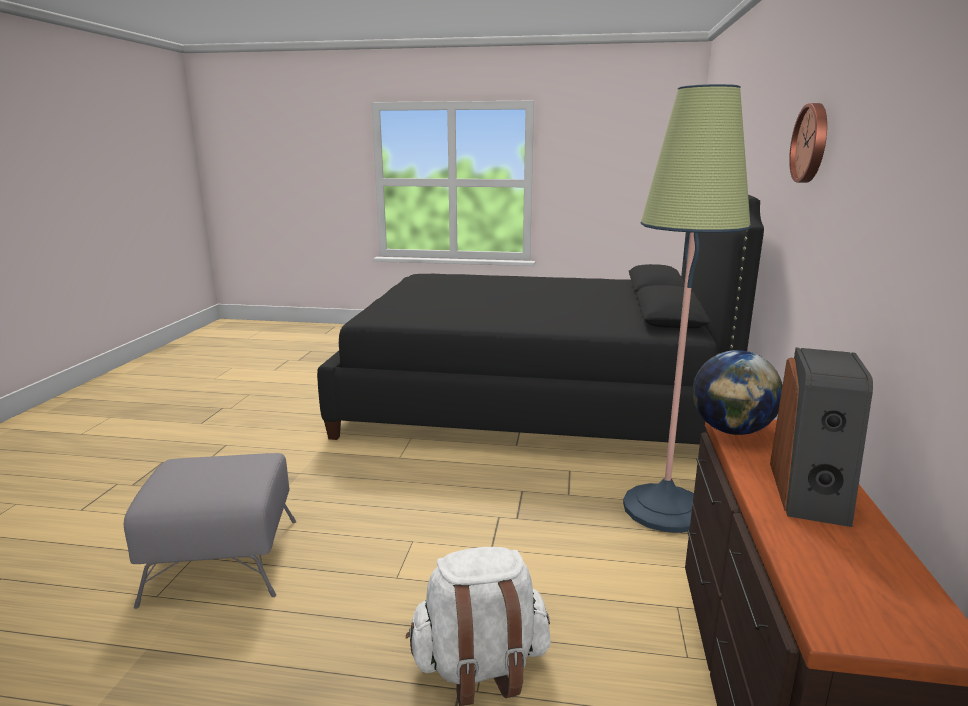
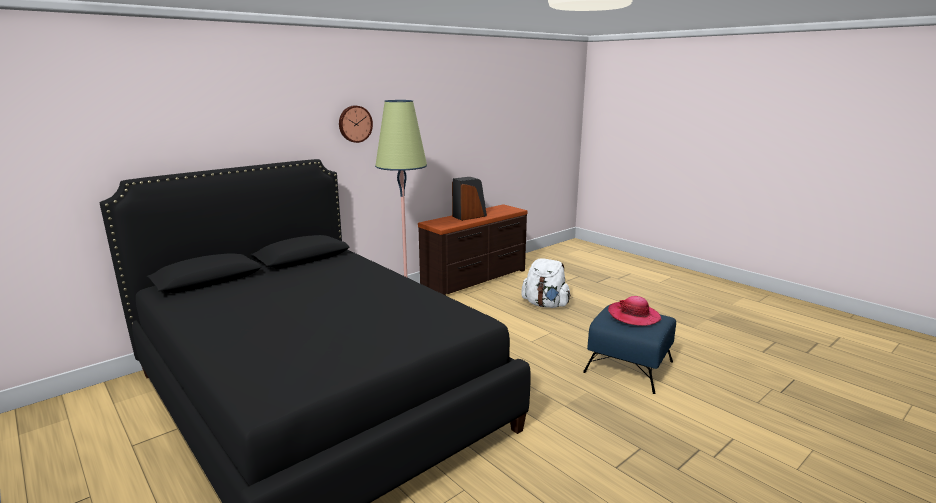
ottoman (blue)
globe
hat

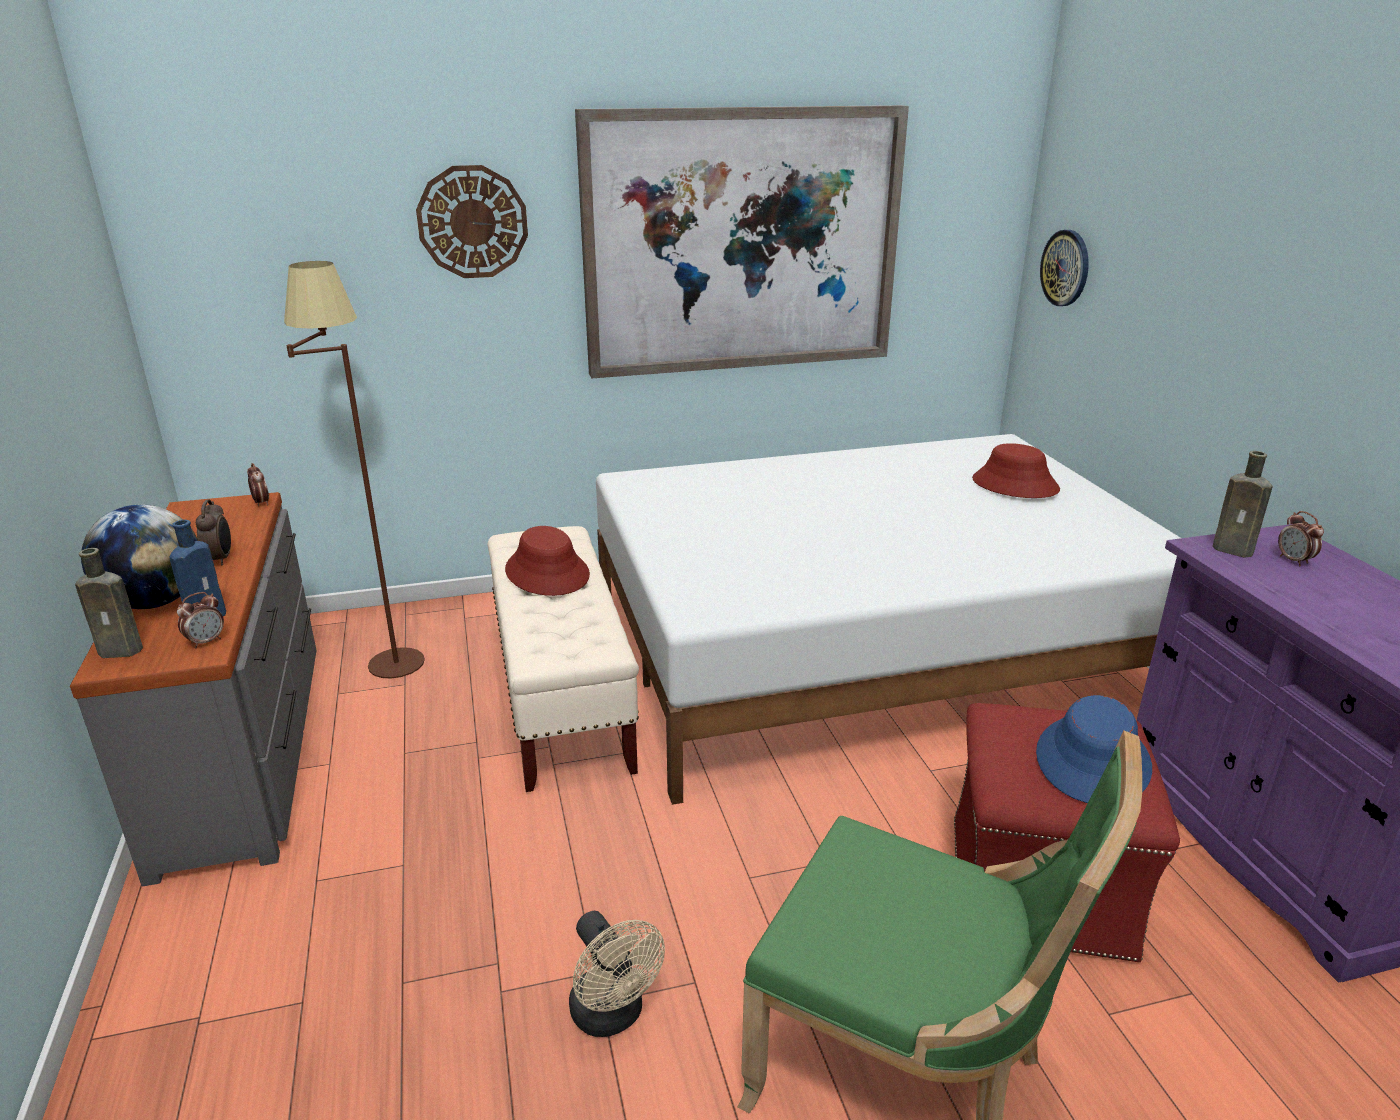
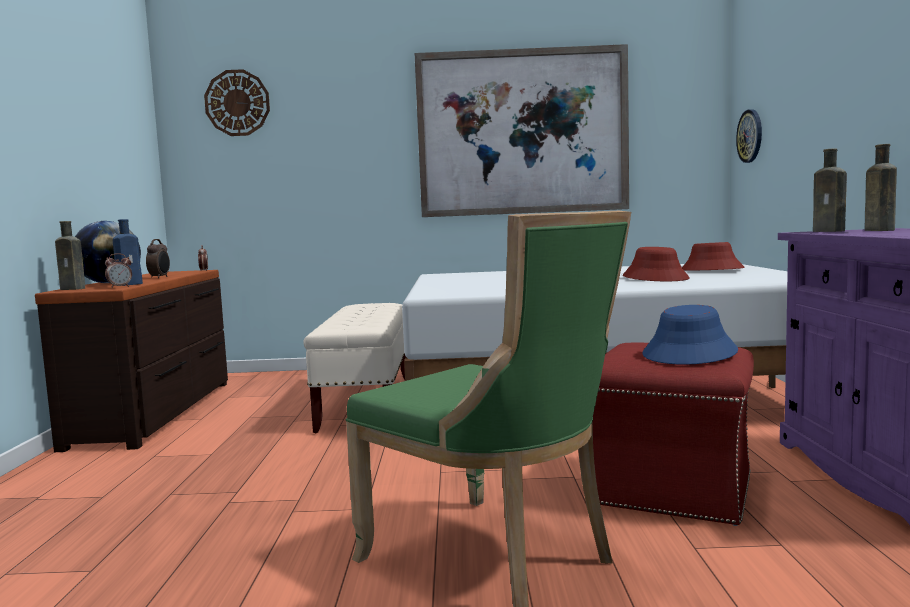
dresser (brown)
floor lamp (brown)
wall clock (1st from left)
hat (red) (1st from left)
fan (beige)
bottle (brown) (3rd from left)

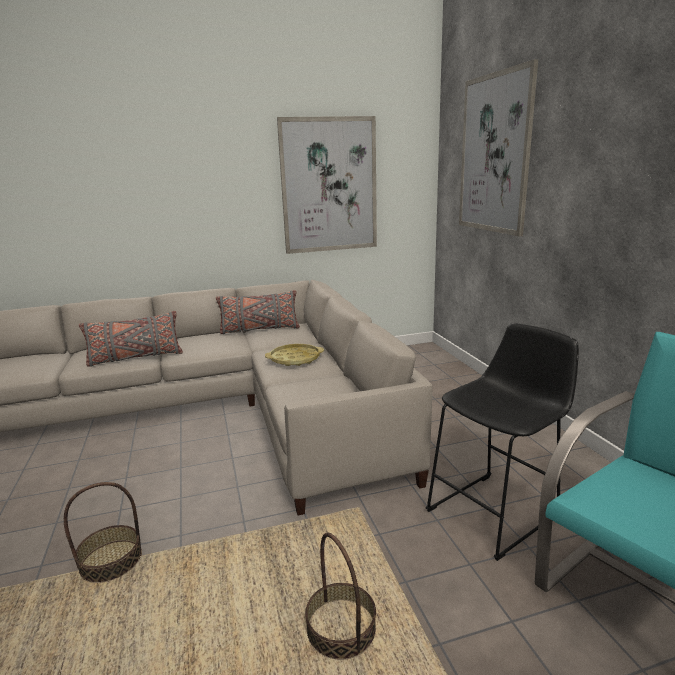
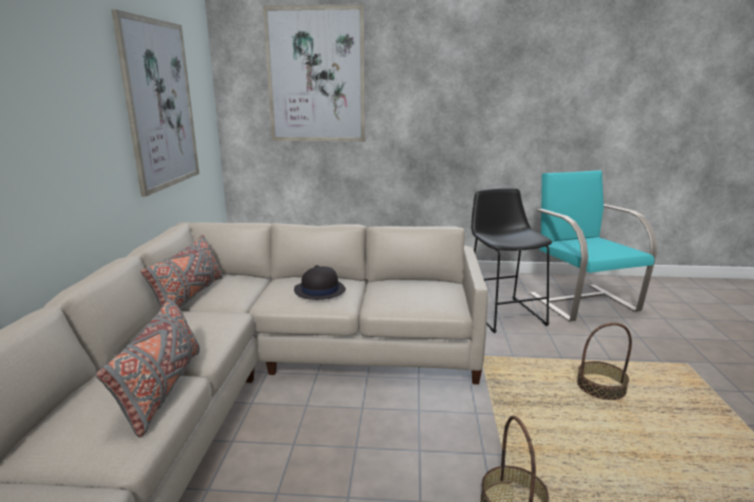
hat (black)

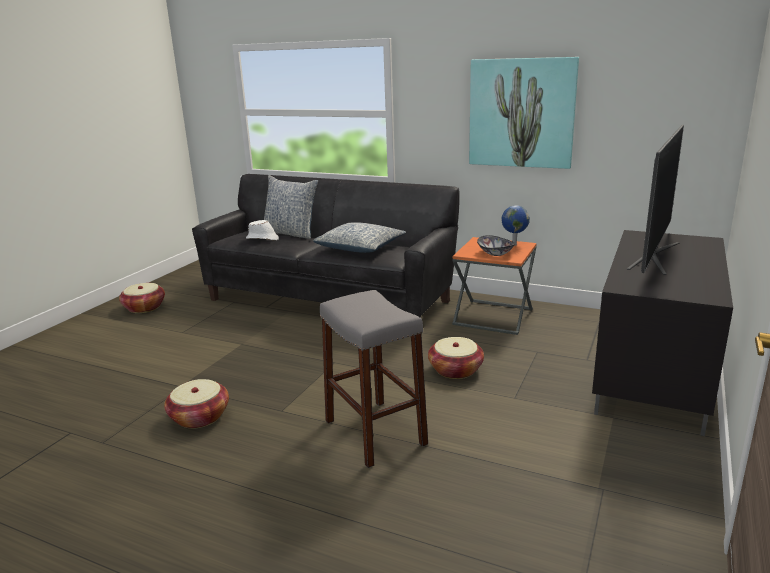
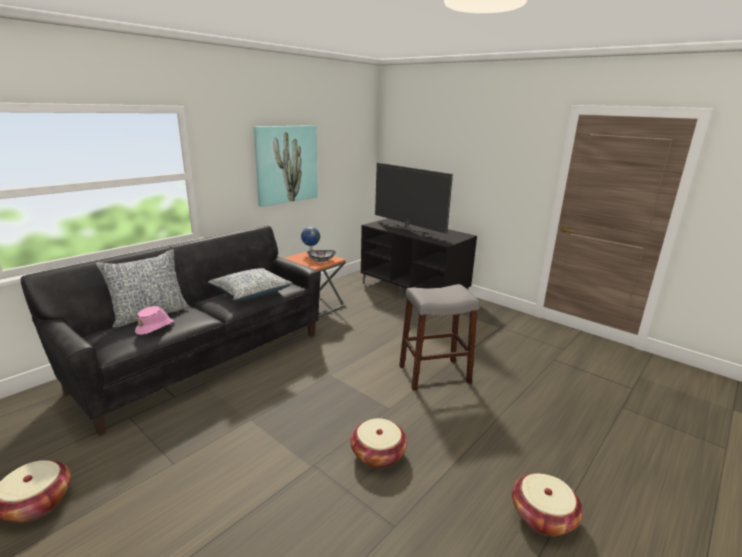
hat (pink)
basket (3rd from left)

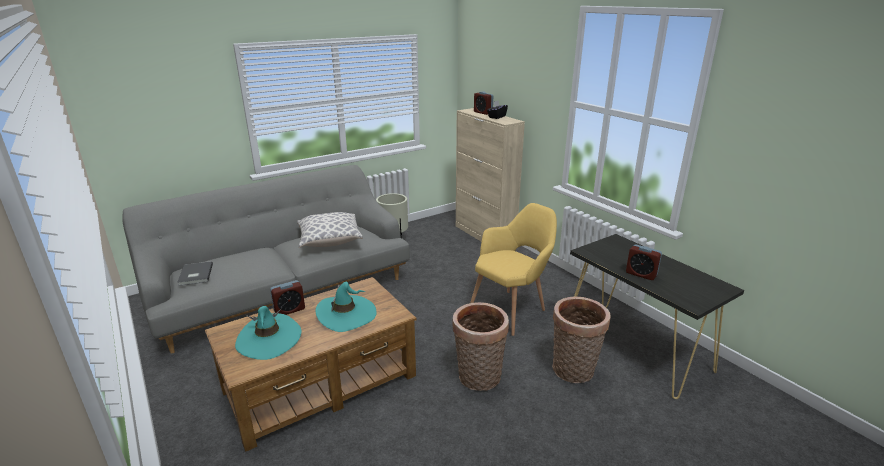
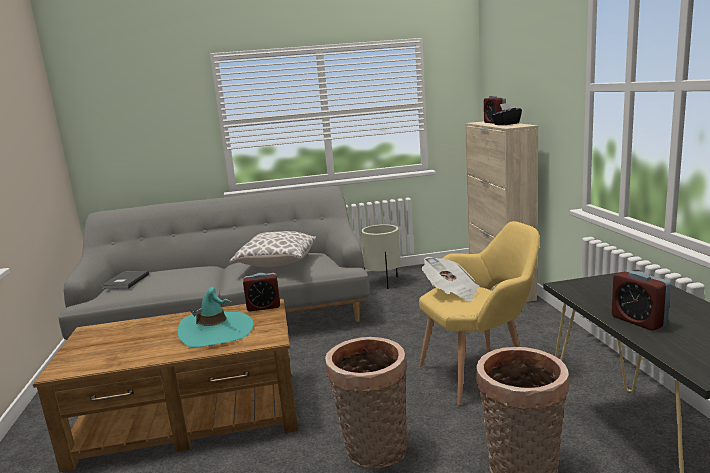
hat (turquoise) (1st from left in the first image)
alarm clock (1st from left)
newspaper

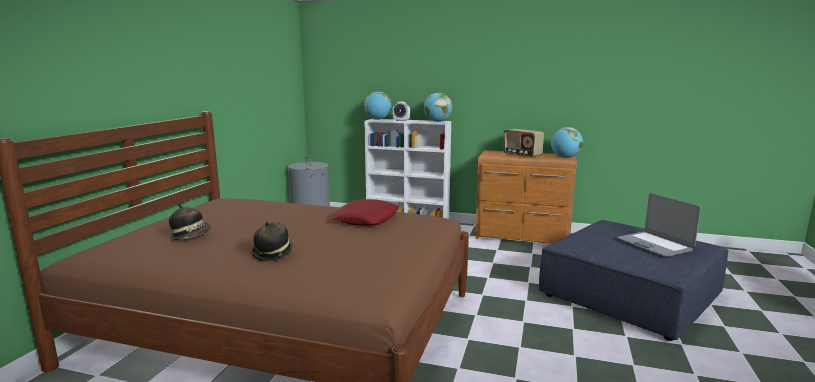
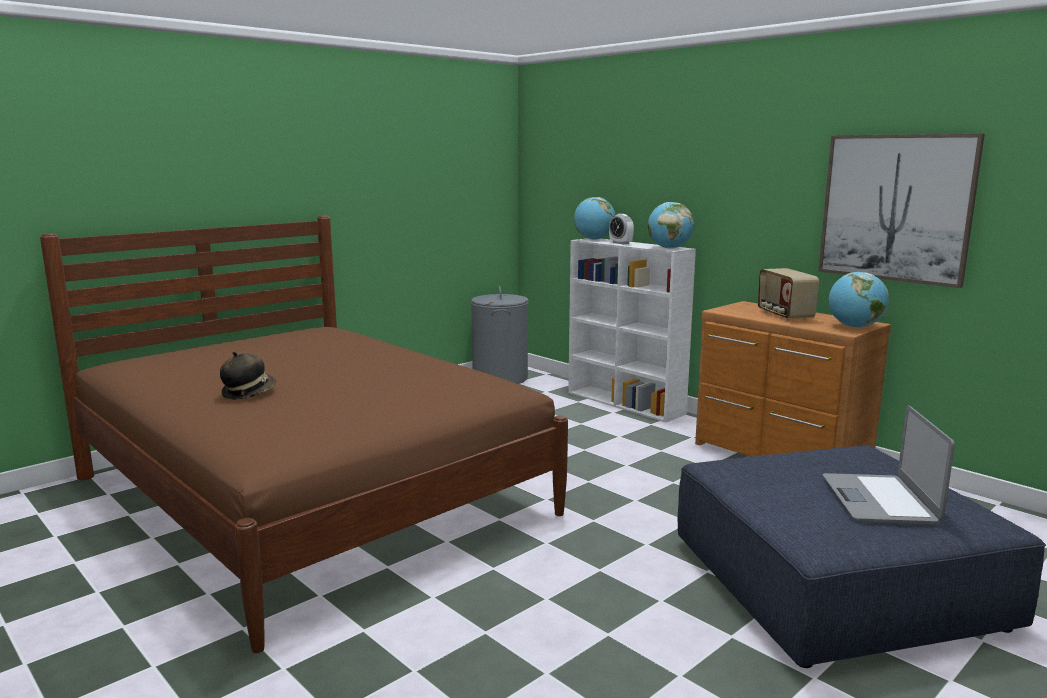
hat (1st from left in the first image)
pillow (red)
picture

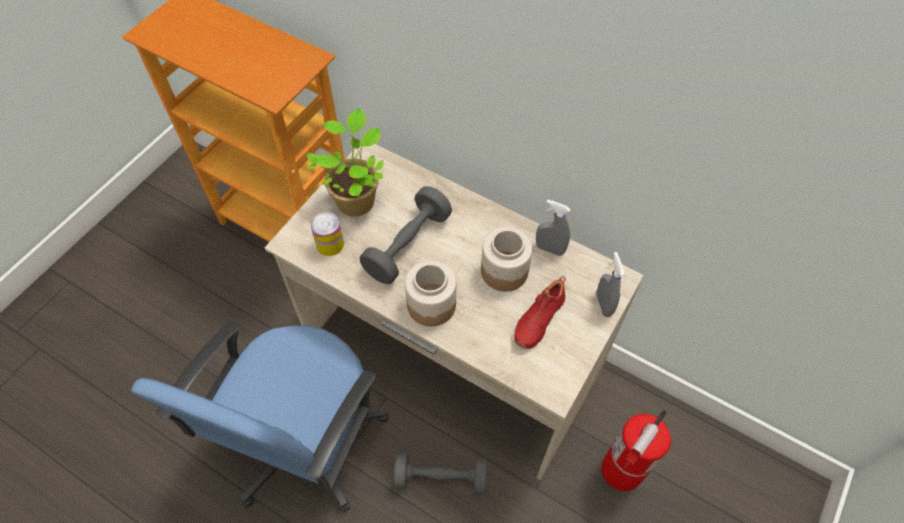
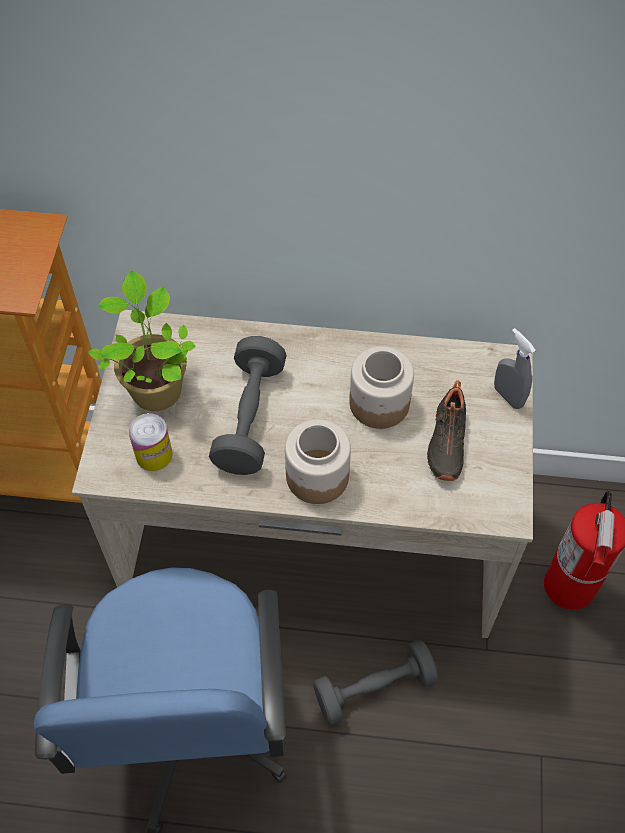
shoe (black)
spray bottle (grey) (1st from left in the first image)

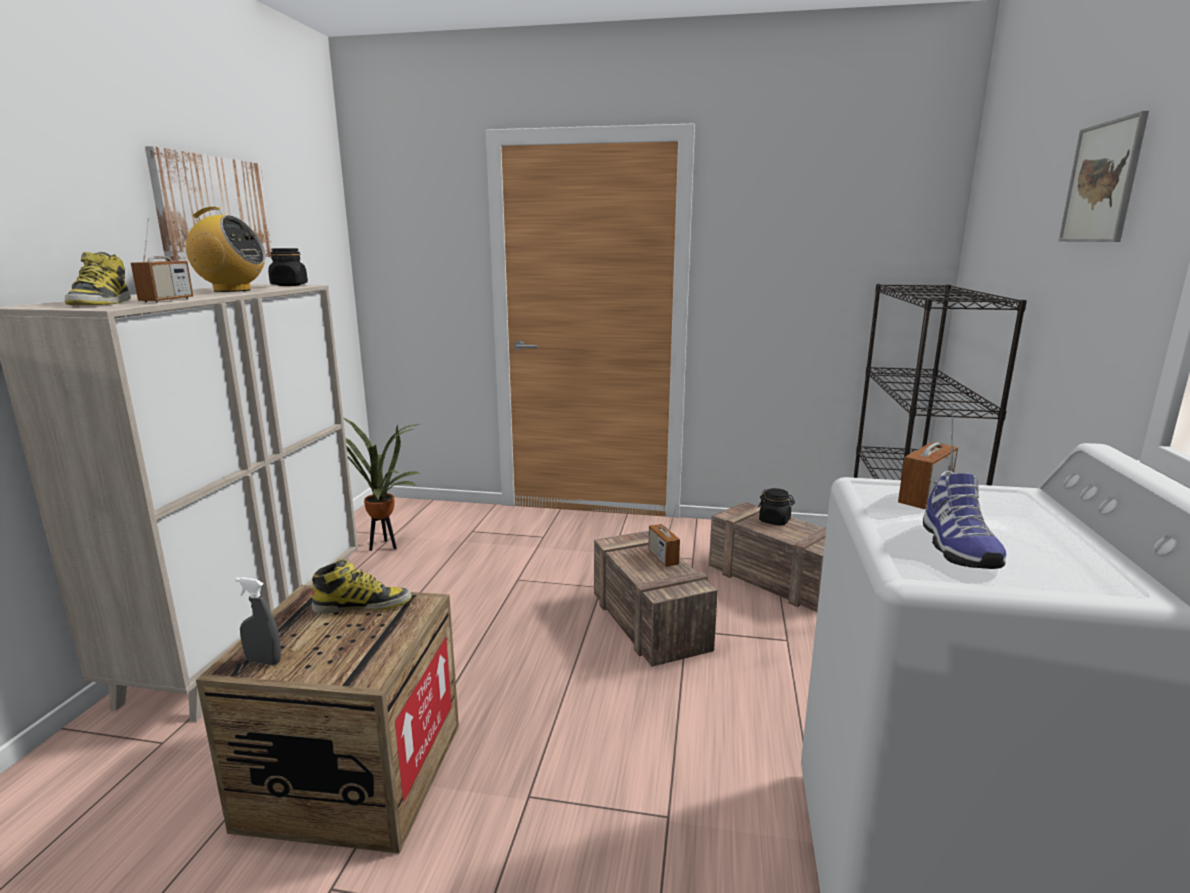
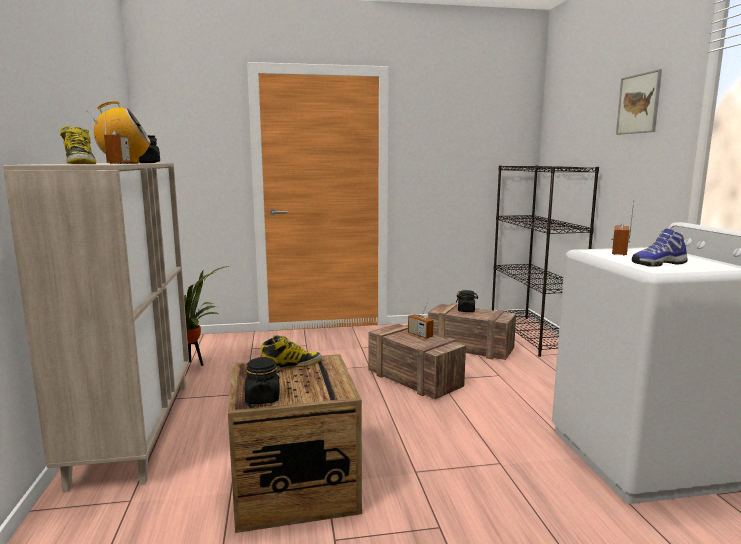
picture (1st from left in the first image)
jar (black) (2nd from left)
shoe

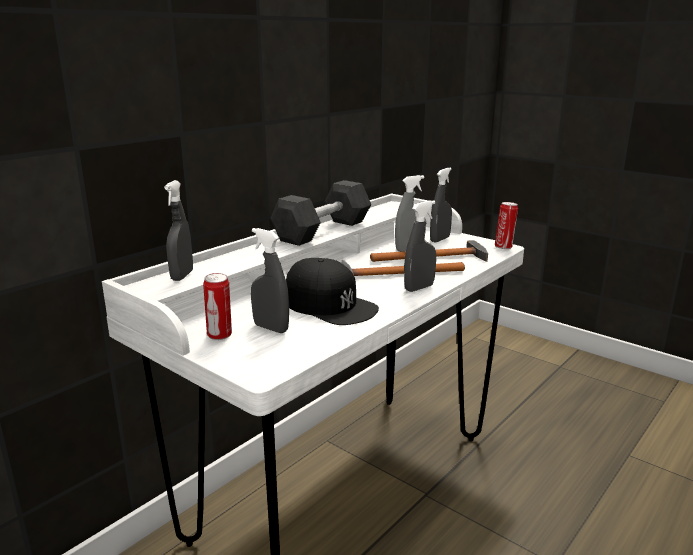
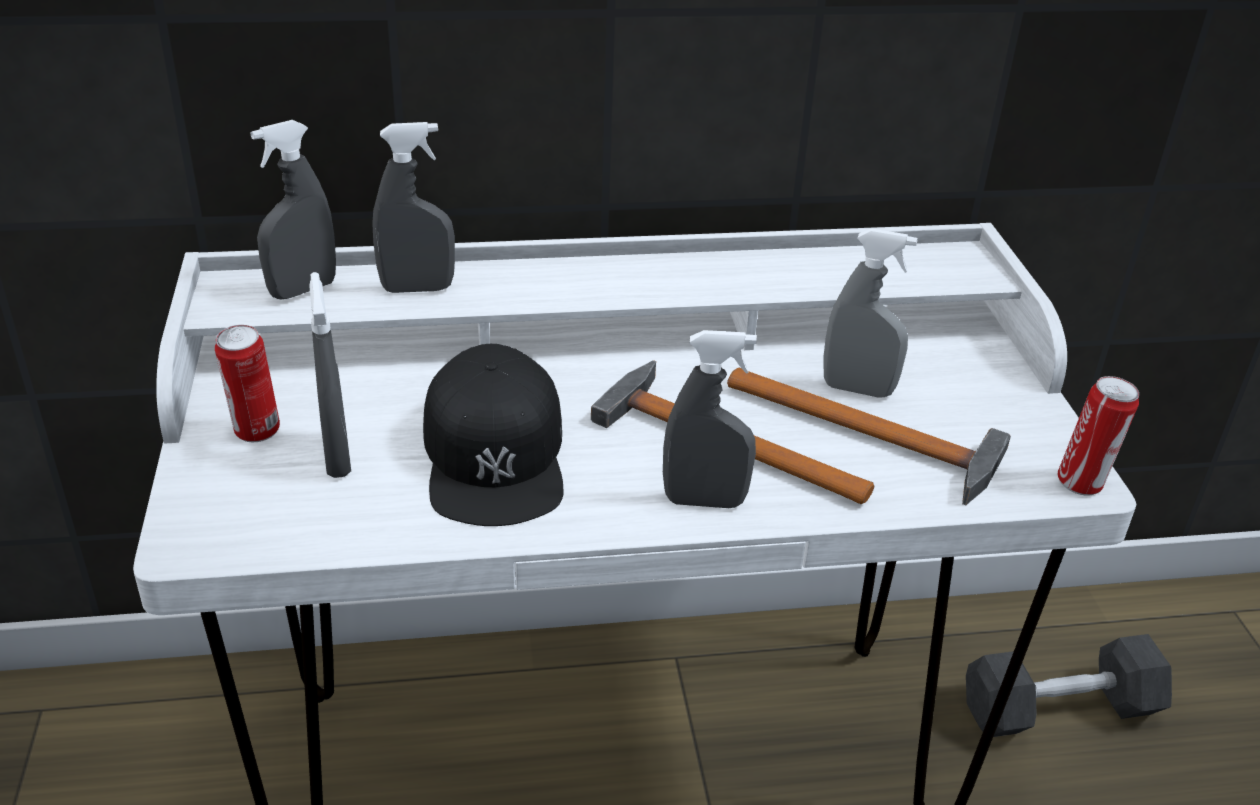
dumbbell (grey)
spray bottle (grey) (3rd from left)

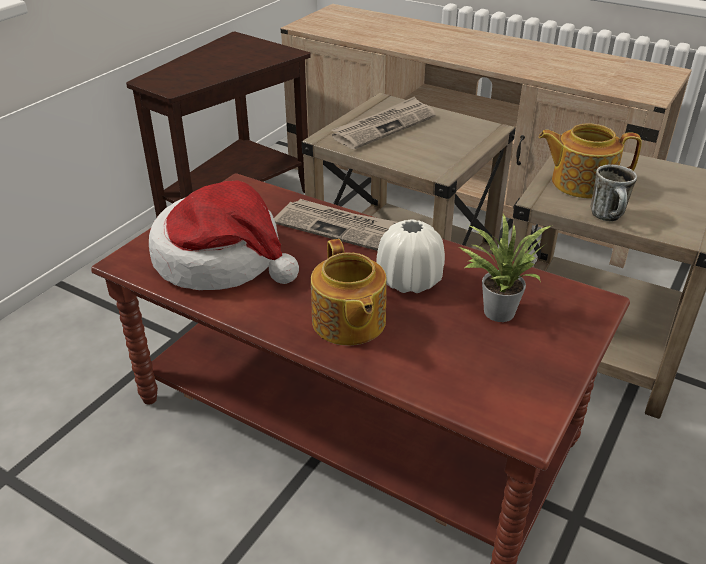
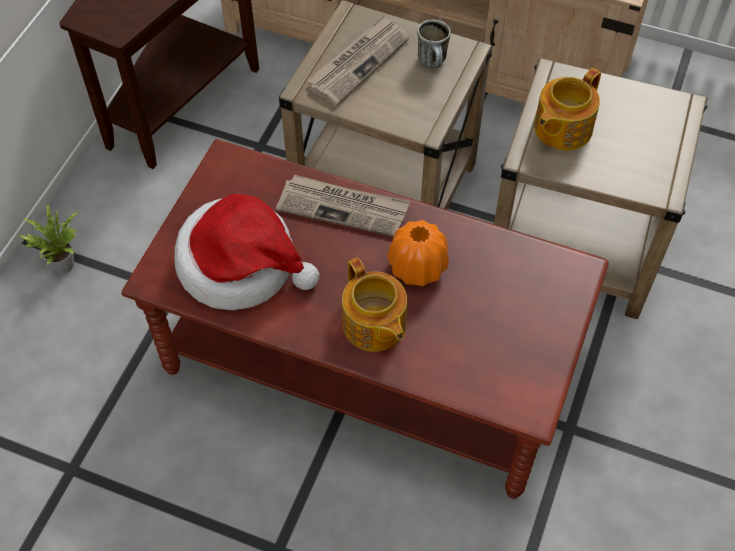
vase (orange)
potted plant
teapot (2nd from left)
mug

